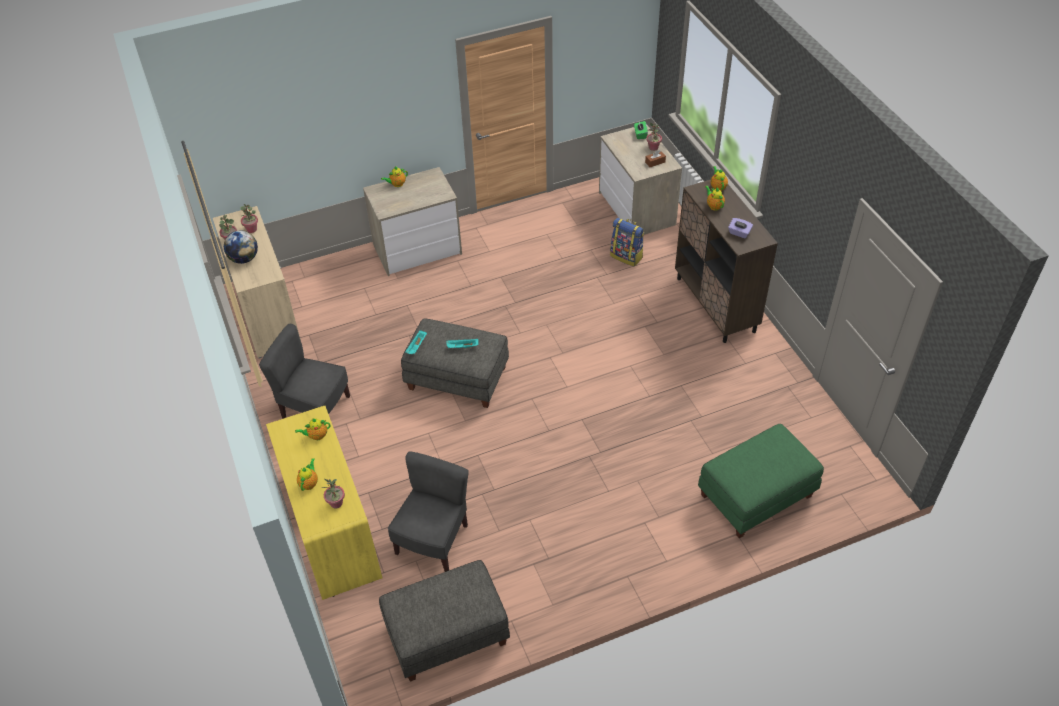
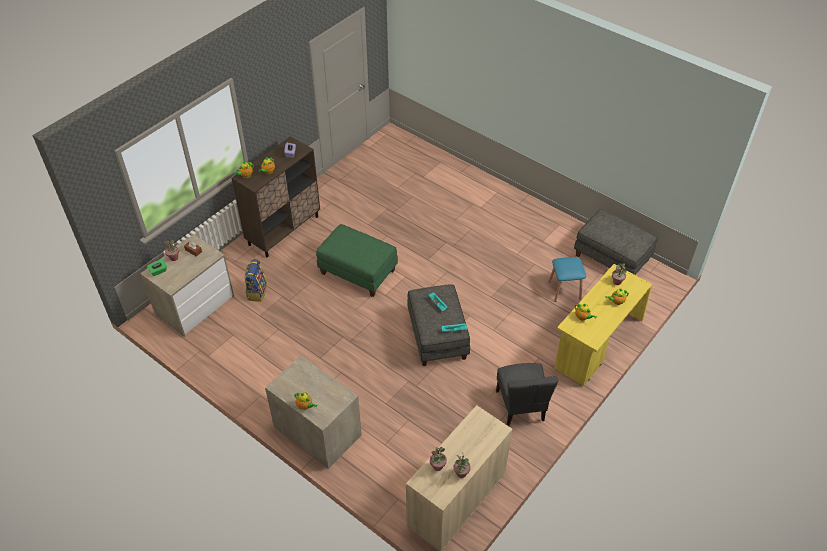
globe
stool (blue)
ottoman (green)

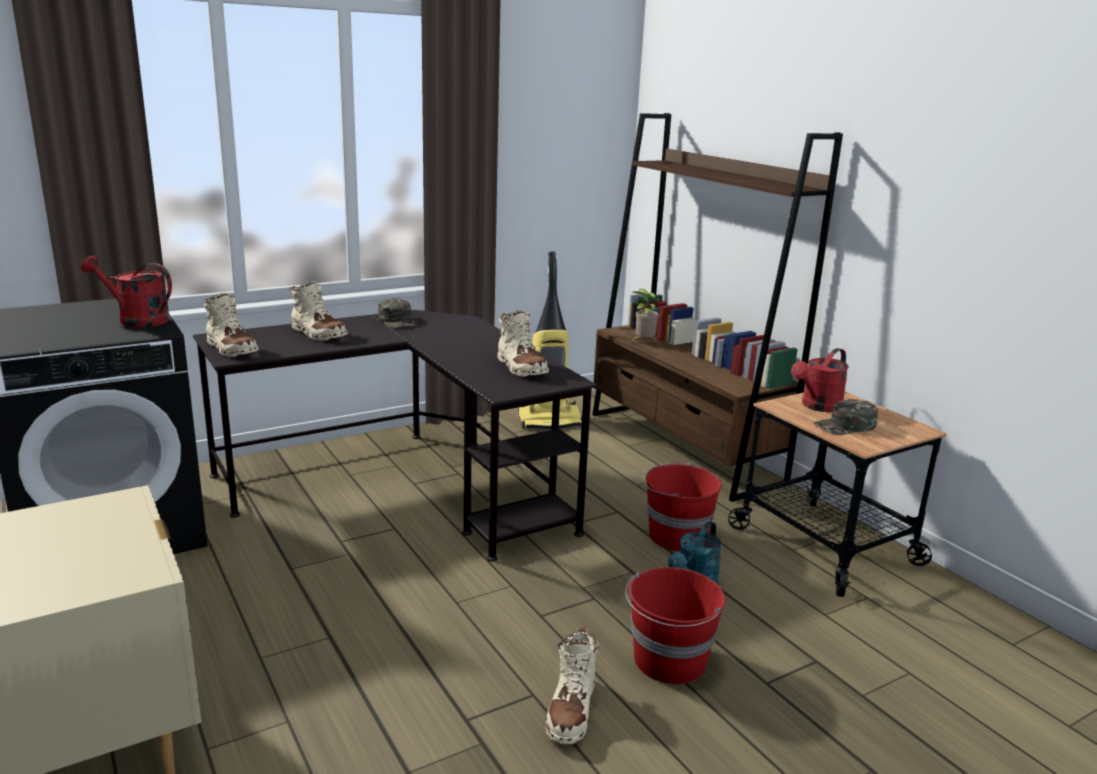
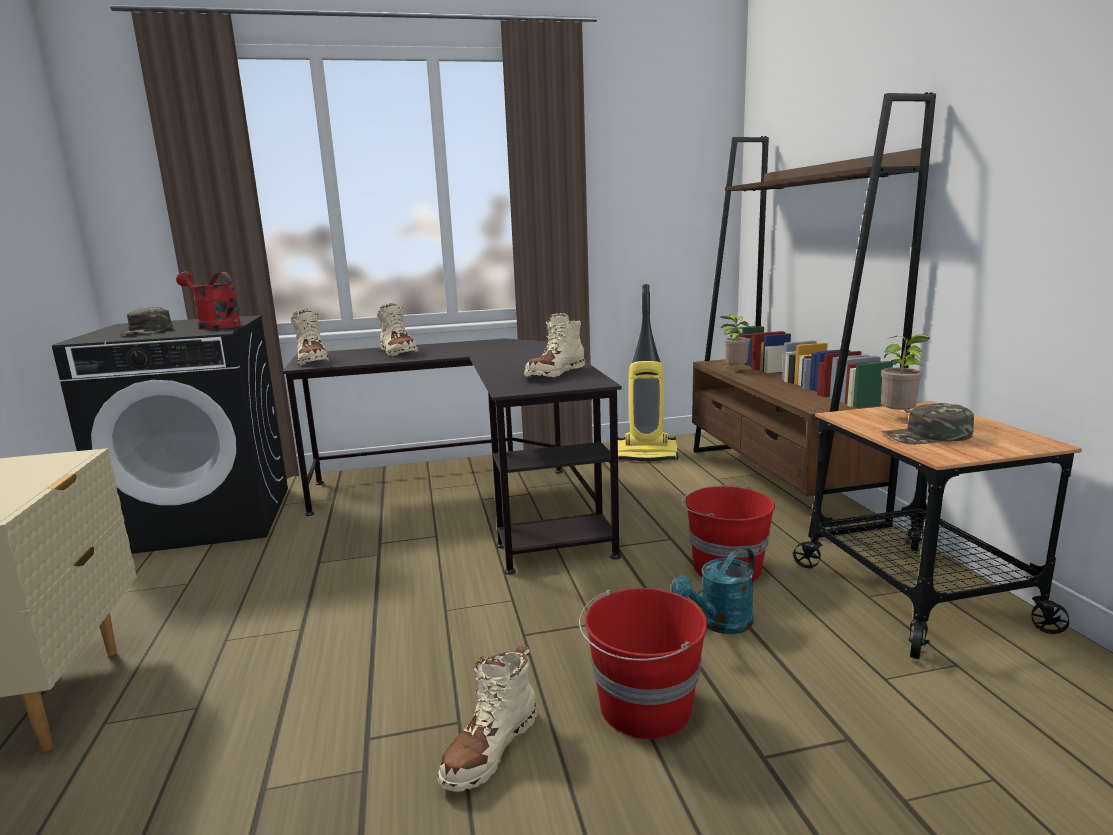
cap (green) (1st from left)
boot (beige) (4th from left)
potted plant (2nd from left)

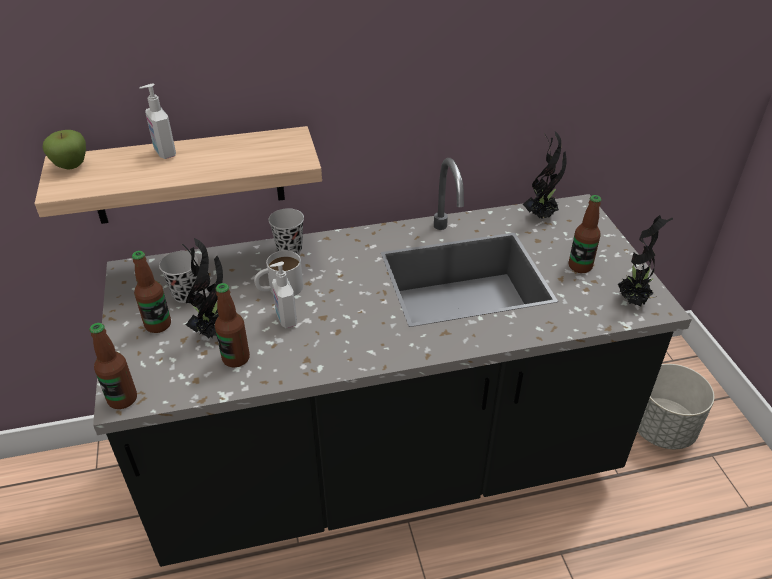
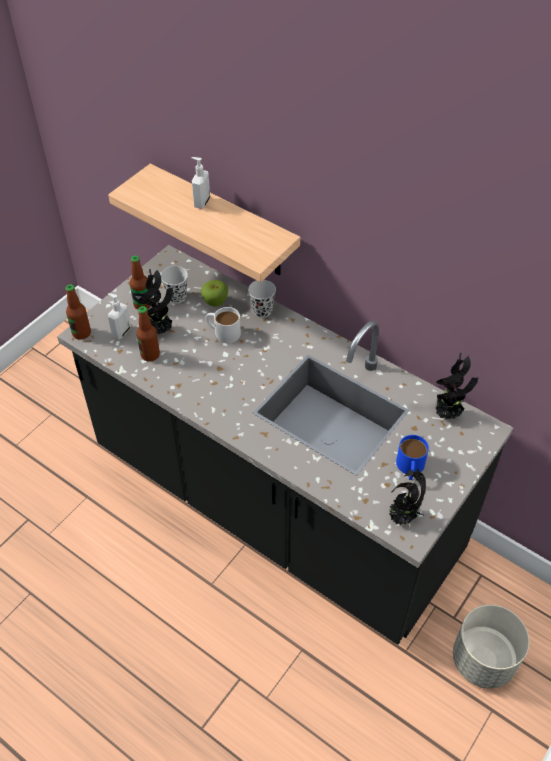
apple
soap dispenser (1st from left)
mug (blue)

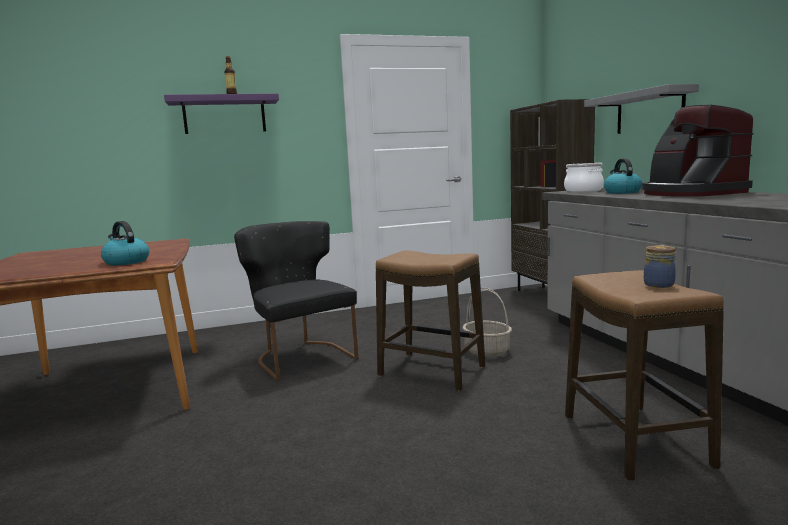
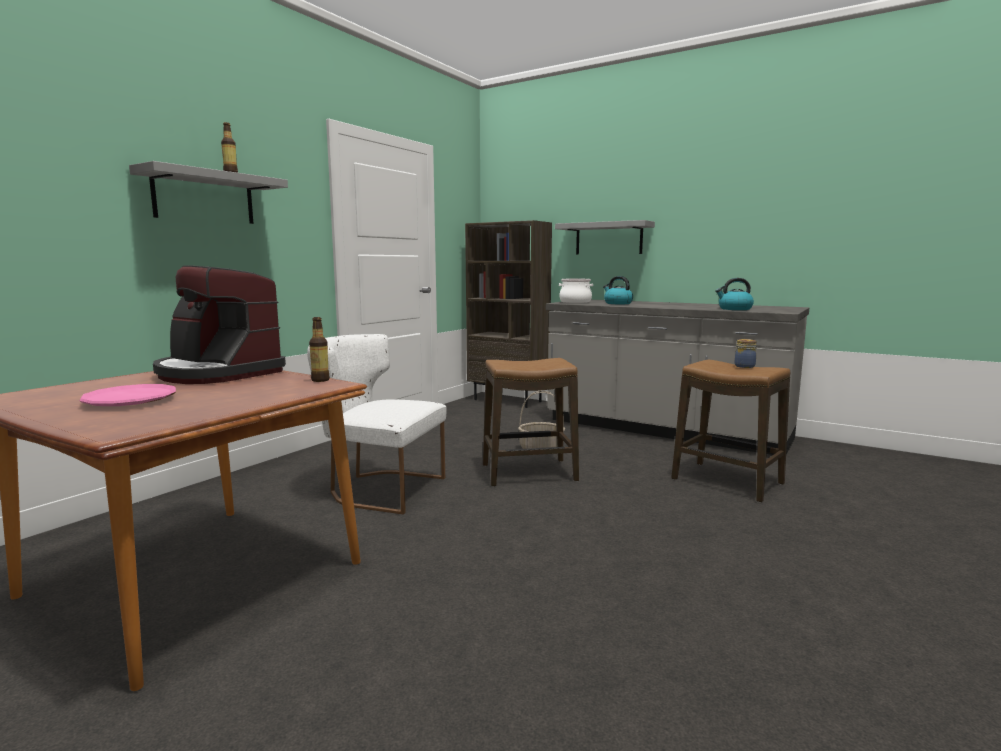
kettle (2nd from left)
shelf (grey) (1st from left)
chair (white)
coffee machine
plate (pink)
bottle (2nd from left)

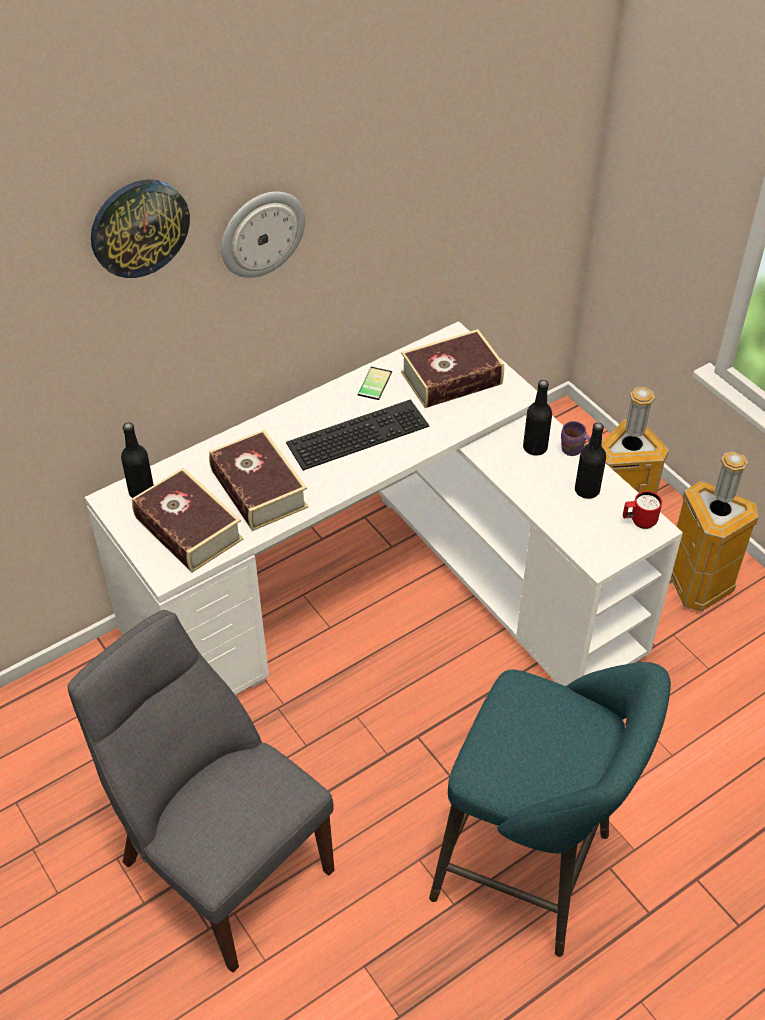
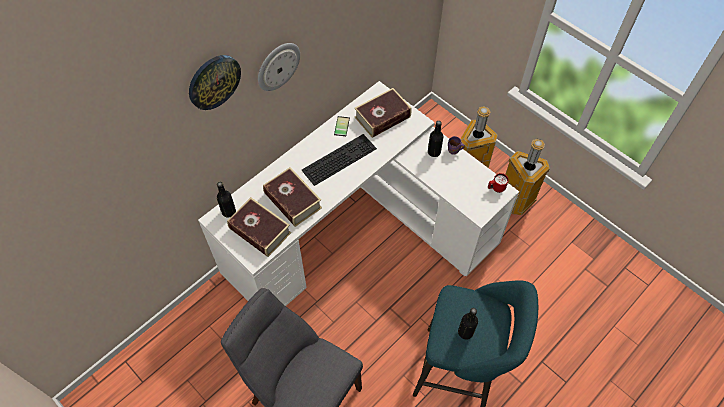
bottle (black) (3rd from left)

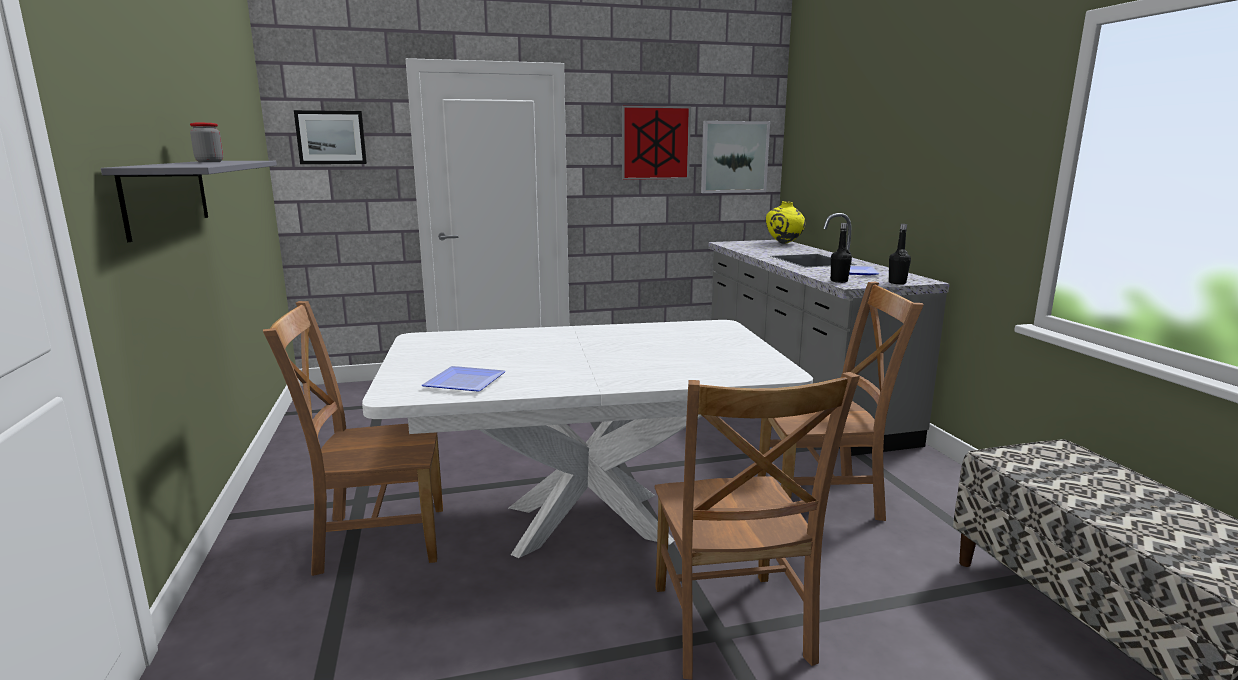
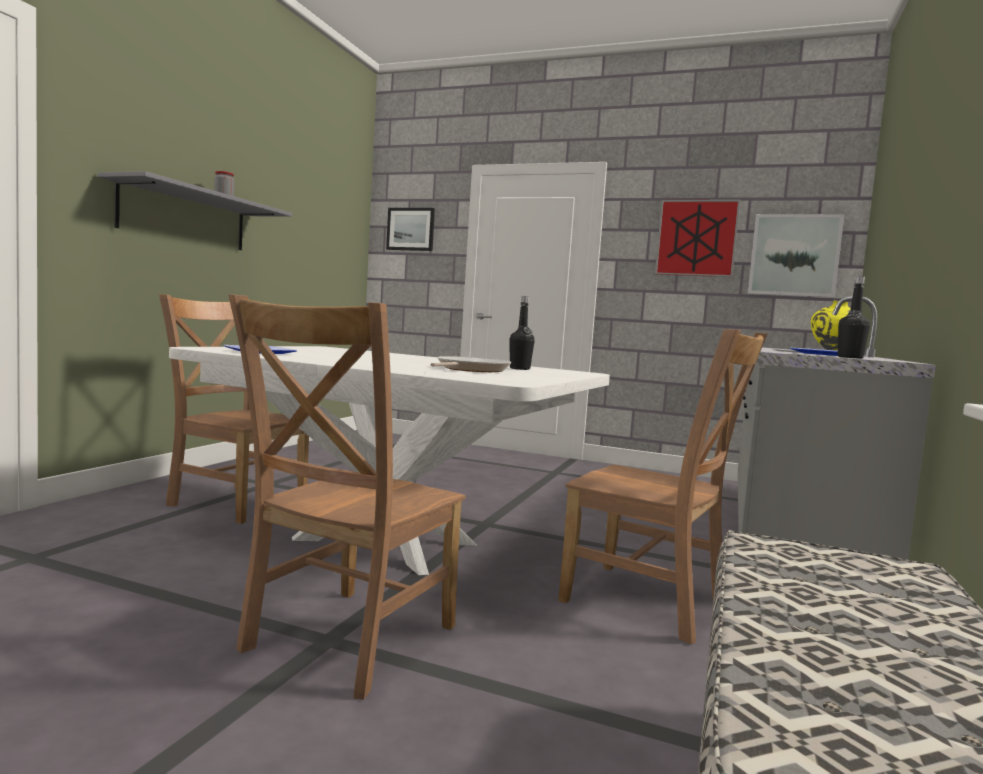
bottle (black) (1st from left)
frying pan

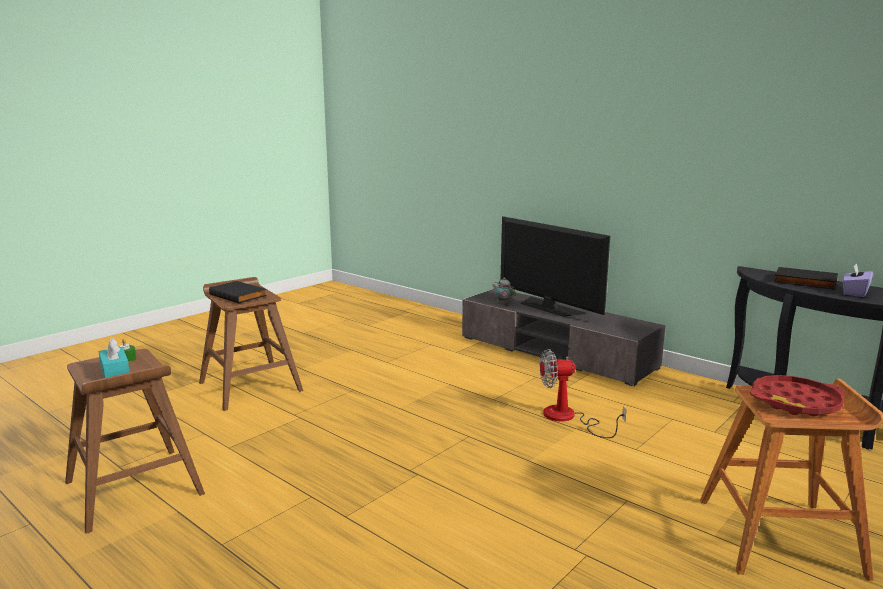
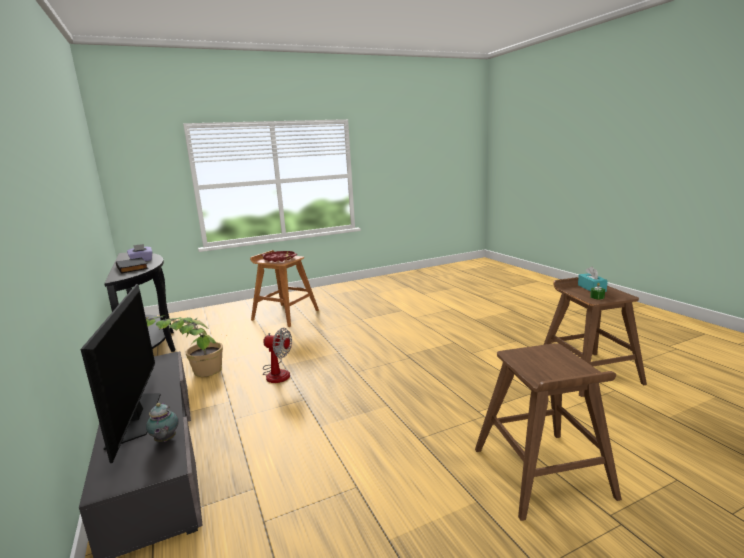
book (black) (1st from left in the first image)
potted plant

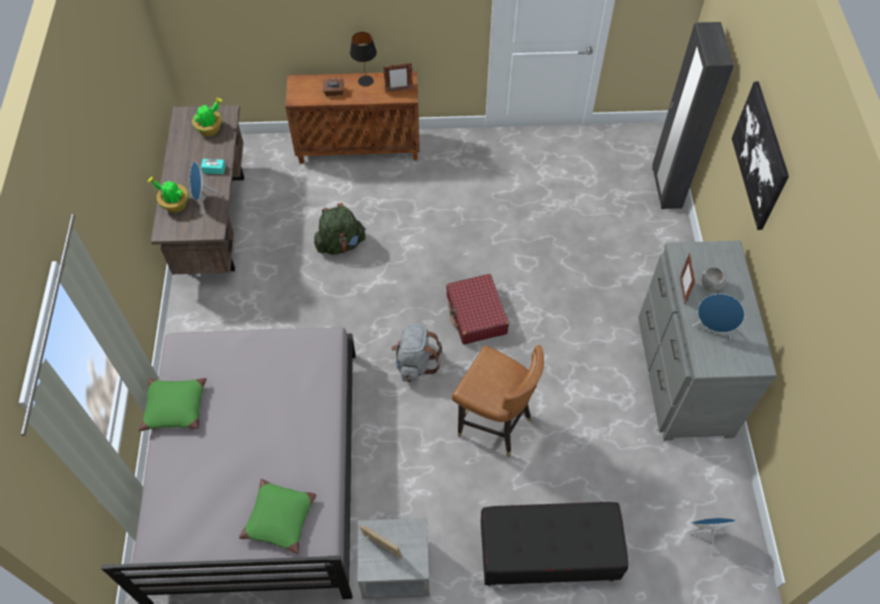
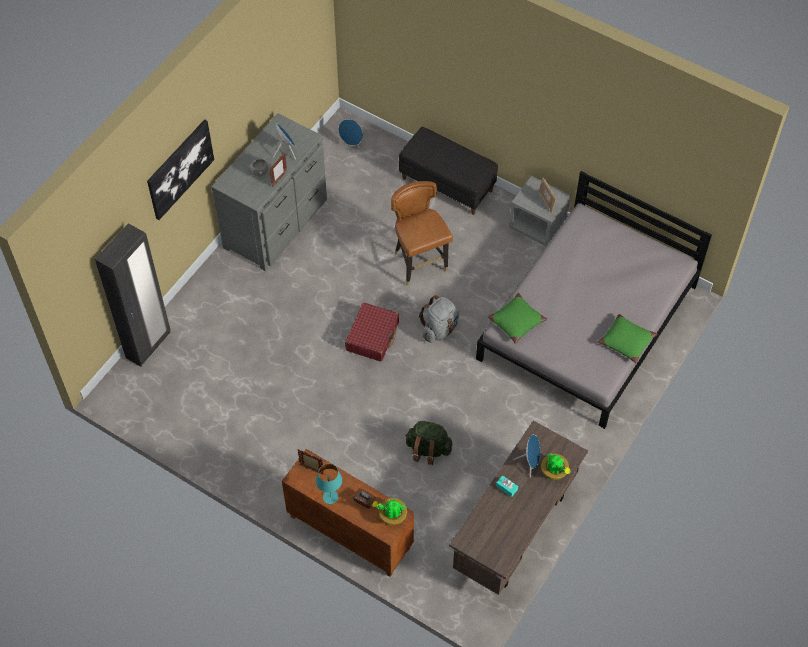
potted plant (1st from left)
pillow (green) (1st from left)
table lamp (turquoise)

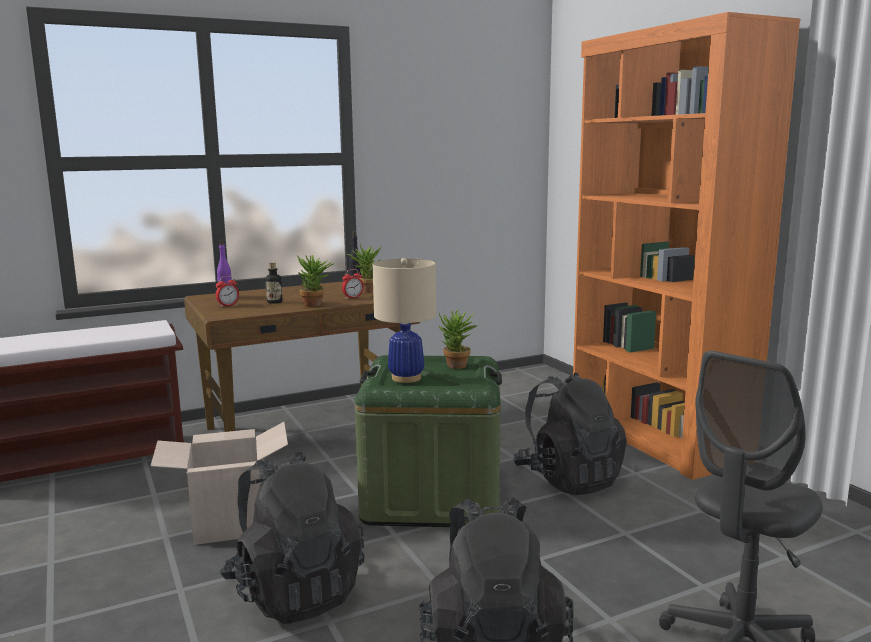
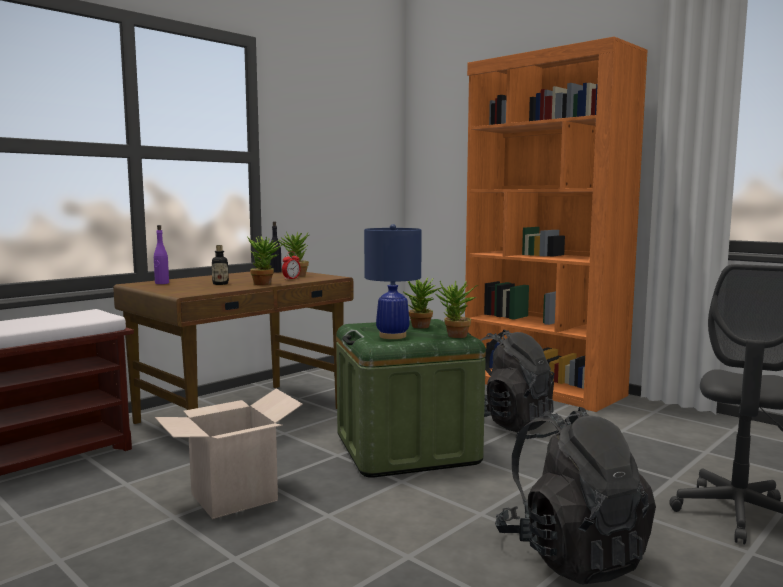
alarm clock (1st from left in the first image)
backpack (black) (1st from left in the first image)
table lamp (blue)
potted plant (4th from left)

